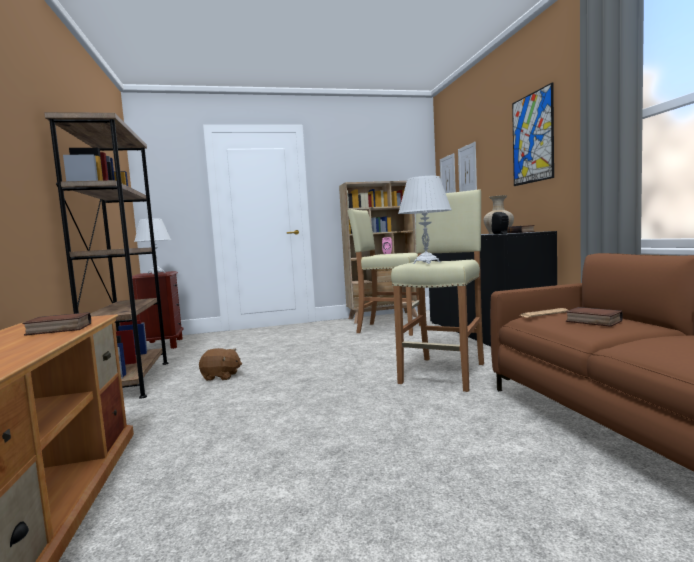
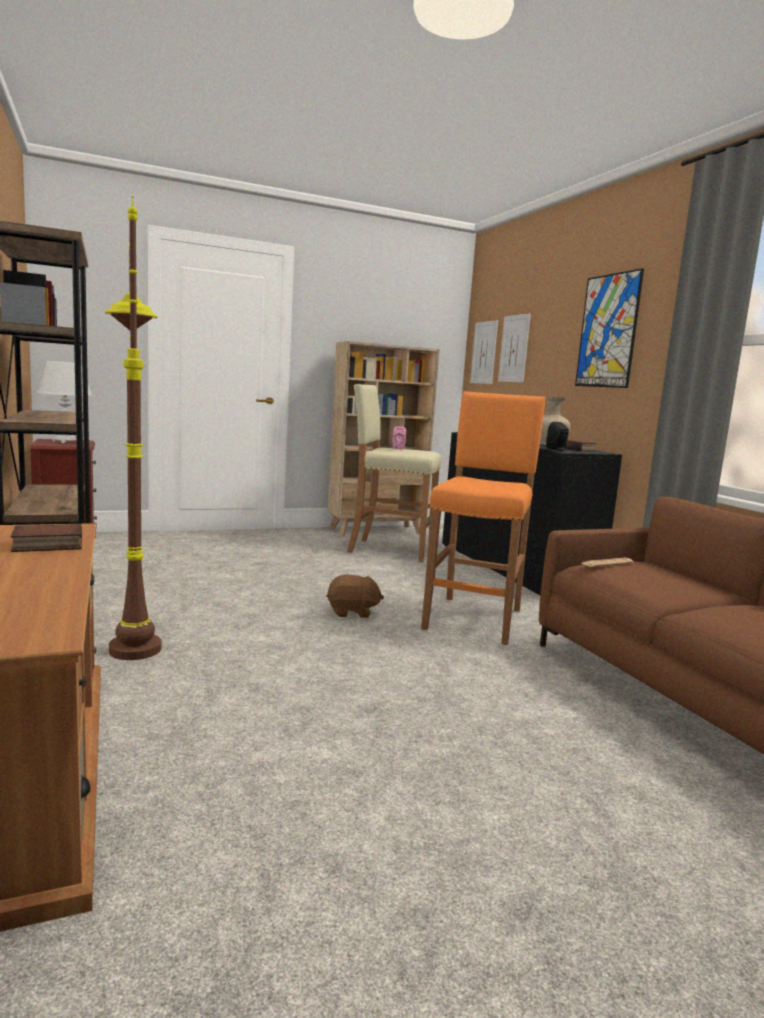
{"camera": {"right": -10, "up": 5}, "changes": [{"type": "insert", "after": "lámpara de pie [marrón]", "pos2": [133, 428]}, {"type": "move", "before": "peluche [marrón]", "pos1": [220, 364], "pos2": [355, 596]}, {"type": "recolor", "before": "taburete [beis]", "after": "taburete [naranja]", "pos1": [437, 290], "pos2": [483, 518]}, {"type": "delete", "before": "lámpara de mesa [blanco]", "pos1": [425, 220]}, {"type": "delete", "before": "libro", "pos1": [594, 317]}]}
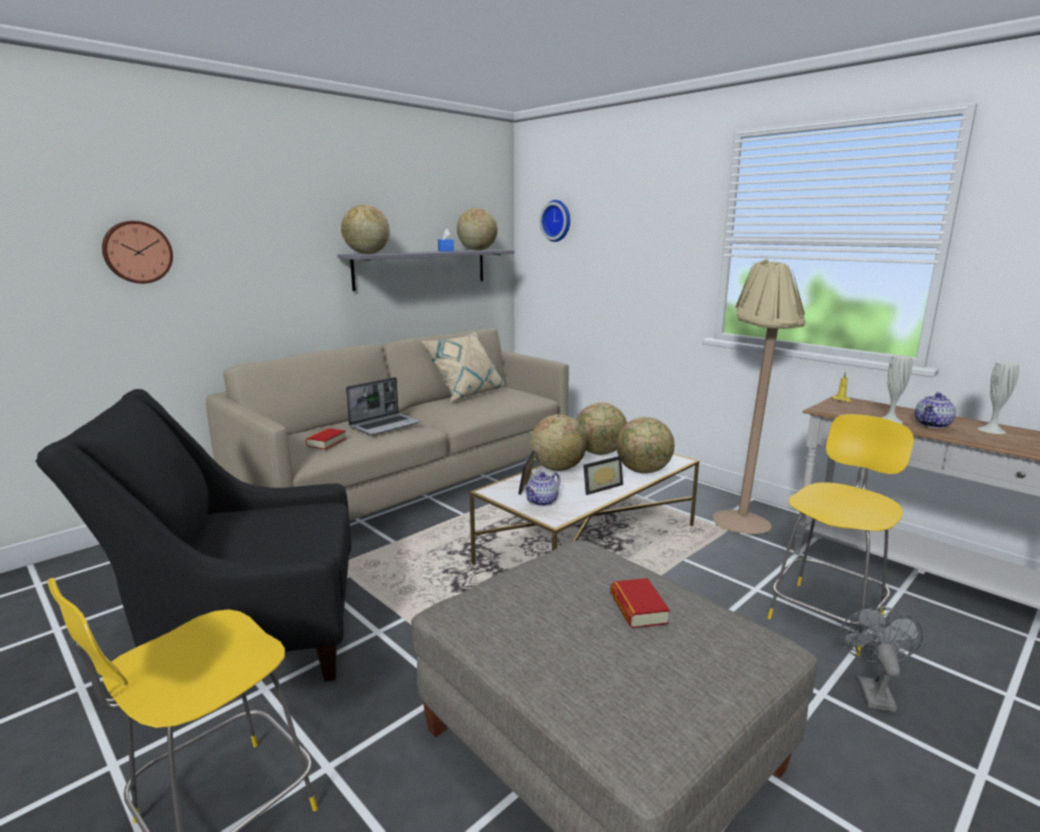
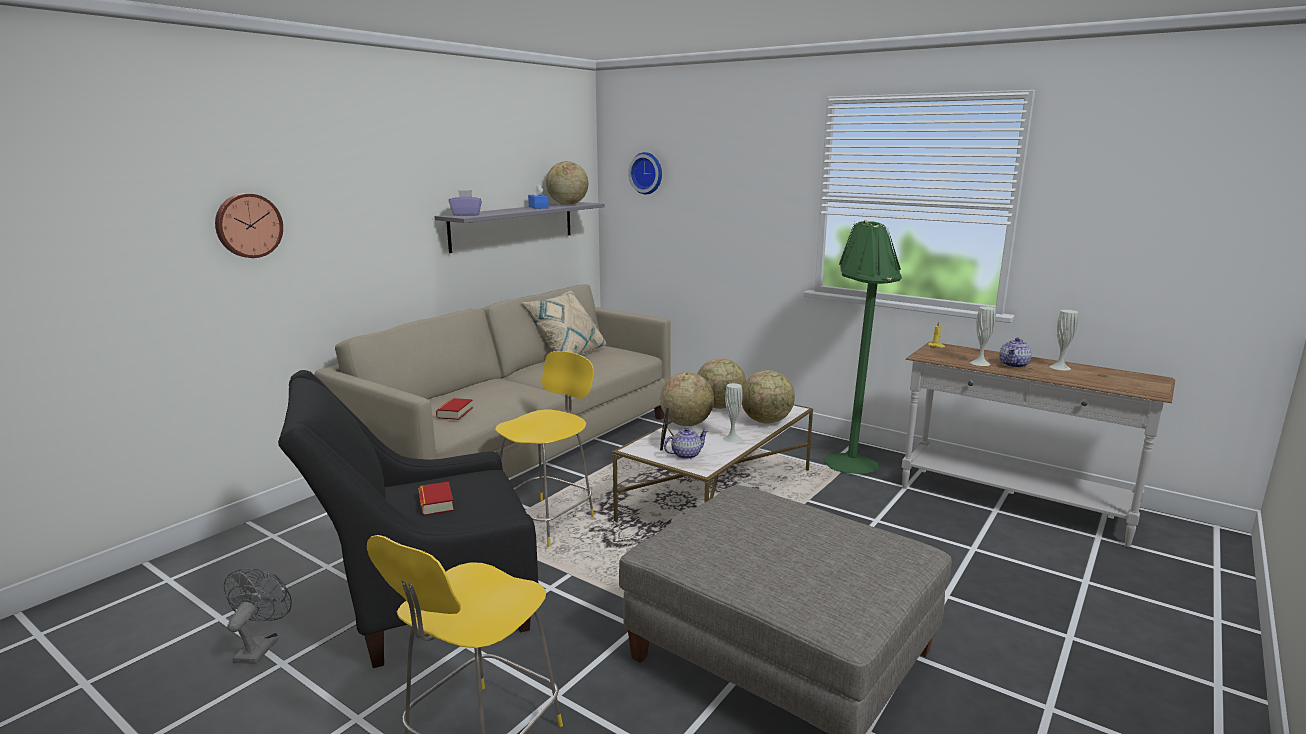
{"camera": {"right": -10, "up": 0}, "changes": [{"type": "move", "before": "ventilador [gris]", "pos1": [881, 659], "pos2": [258, 616]}, {"type": "move", "before": "libro", "pos1": [640, 603], "pos2": [436, 499]}, {"type": "replace", "before": "globo terráqueo", "after": "caja de pañuelos [morado]", "pos1": [365, 229], "pos2": [465, 203]}, {"type": "move", "before": "taburete [amarillo]", "pos1": [840, 534], "pos2": [544, 449]}, {"type": "rotate", "before": "tetera", "pos1": [542, 489], "pos2": [686, 443], "turn": -150}, {"type": "replace", "before": "portarretratos", "after": "florero [blanco]", "pos1": [603, 475], "pos2": [733, 412]}, {"type": "recolor", "before": "lámpara de pie [beis]", "after": "lámpara de pie [verde]", "pos1": [759, 396], "pos2": [863, 347]}, {"type": "delete", "before": "portátil", "pos1": [383, 406]}]}
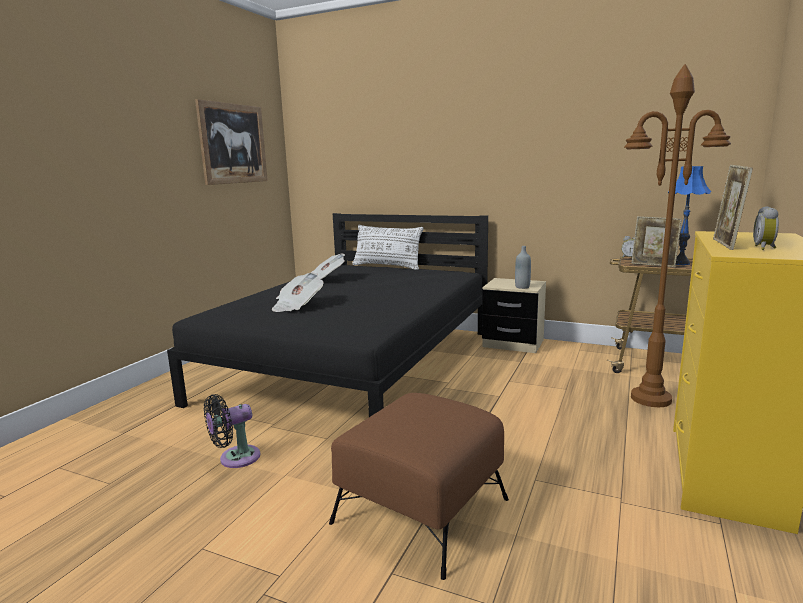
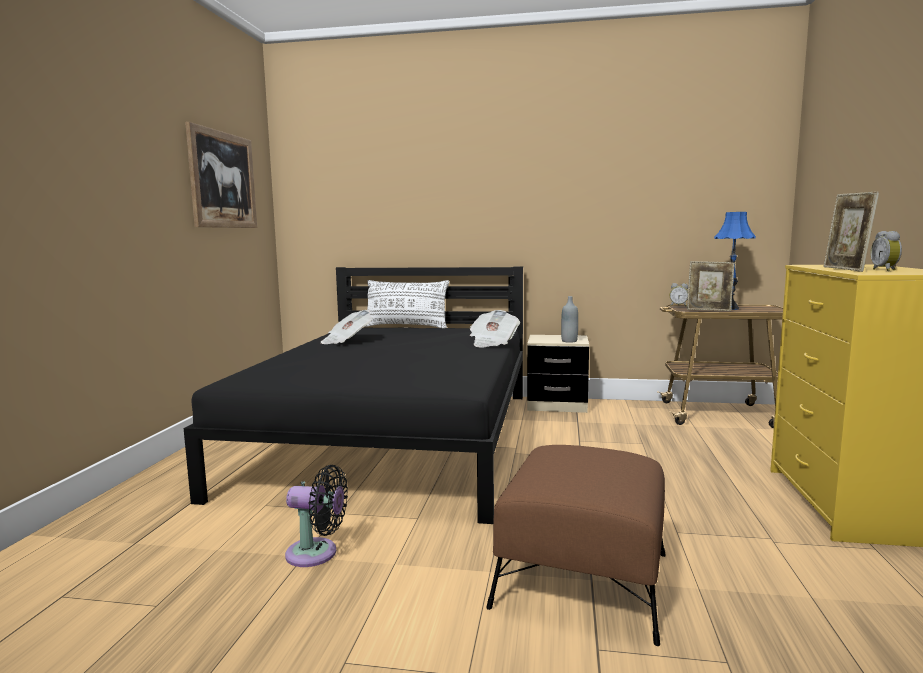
{"camera": {"right": -15, "up": -5}, "changes": [{"type": "rotate", "before": "ventilador [negro]", "pos1": [232, 431], "pos2": [316, 516], "turn": -120}, {"type": "move", "before": "periódico", "pos1": [297, 292], "pos2": [495, 329]}, {"type": "delete", "before": "lámpara de pie [marrón]", "pos1": [677, 235]}]}
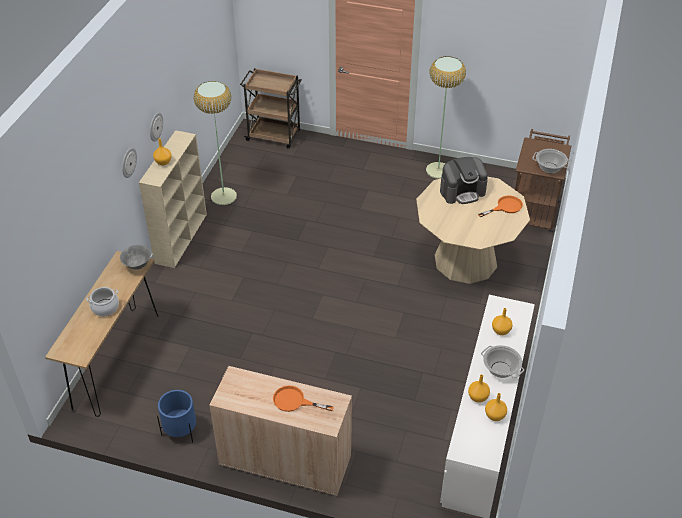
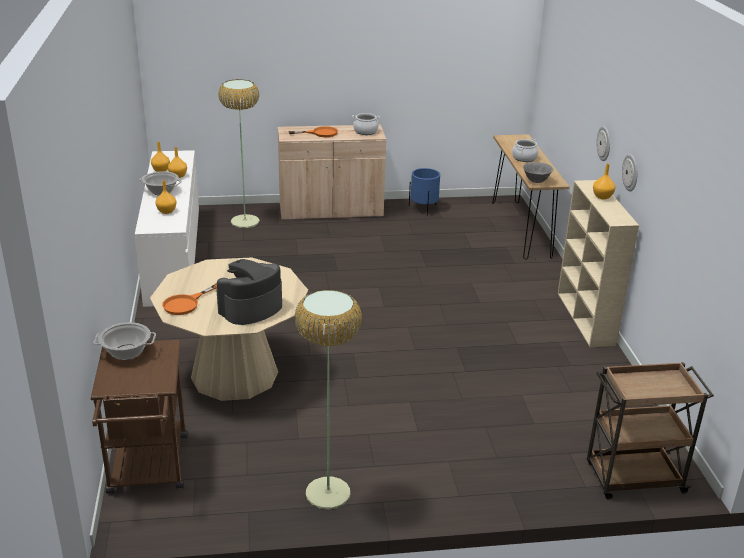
{"camera": {"right": 155, "up": -15}, "changes": [{"type": "move", "before": "lámpara de pie", "pos1": [215, 143], "pos2": [239, 153]}, {"type": "insert", "after": "olla", "pos2": [366, 124]}]}
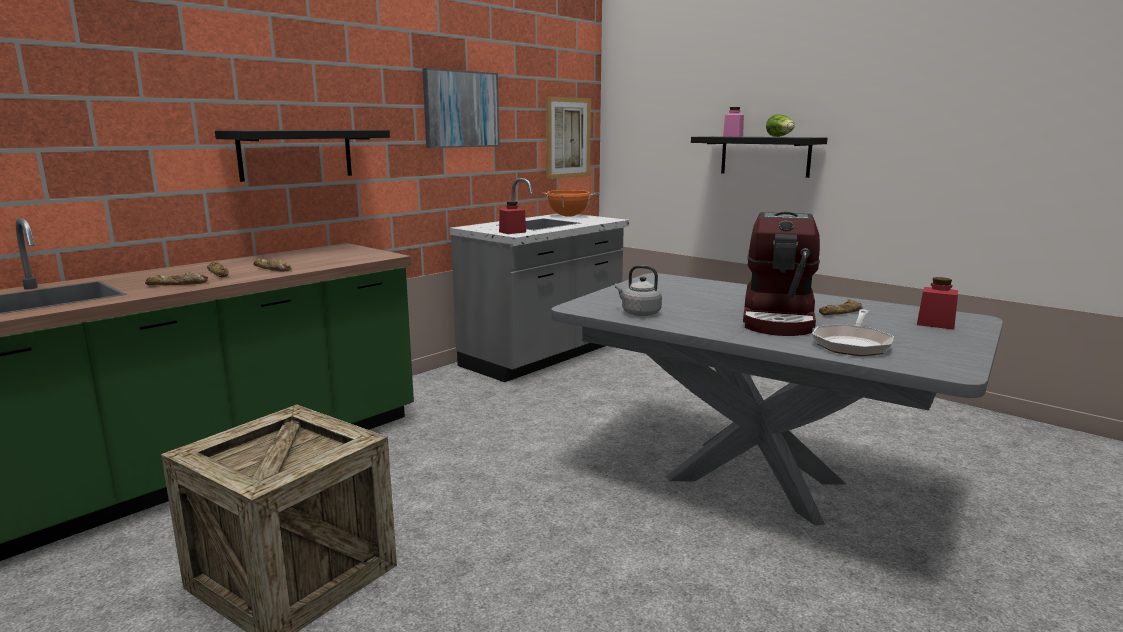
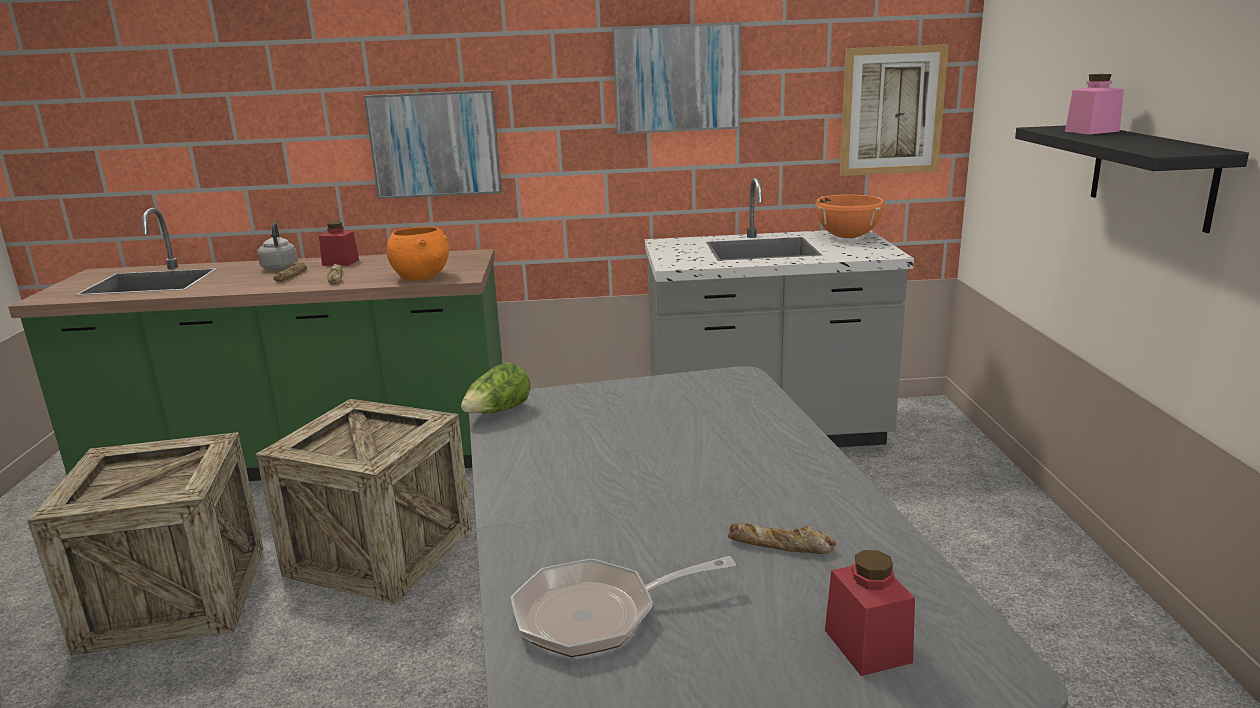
{"camera": {"right": 45, "up": 5}, "changes": [{"type": "insert", "after": "caja de embalaje", "pos2": [364, 501]}, {"type": "move", "before": "hervidor [gris]", "pos1": [638, 290], "pos2": [277, 246]}, {"type": "move", "before": "tarro [rojo]", "pos1": [512, 217], "pos2": [339, 244]}, {"type": "replace", "before": "estante [negro]", "after": "cuadro", "pos1": [302, 156], "pos2": [433, 144]}, {"type": "insert", "after": "cuenco [naranja]", "pos2": [417, 254]}, {"type": "move", "before": "lechuga", "pos1": [780, 125], "pos2": [496, 387]}, {"type": "delete", "before": "pan", "pos1": [176, 278]}, {"type": "delete", "before": "cafetera", "pos1": [781, 274]}]}
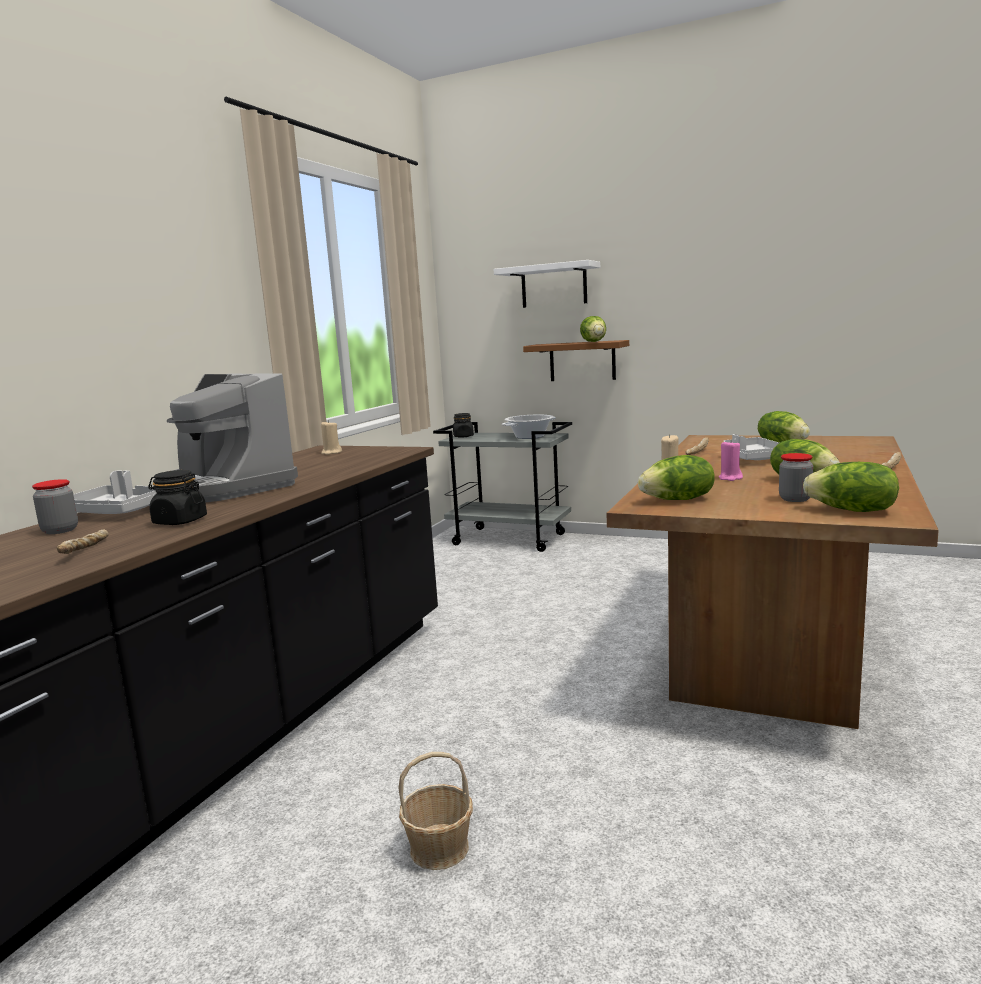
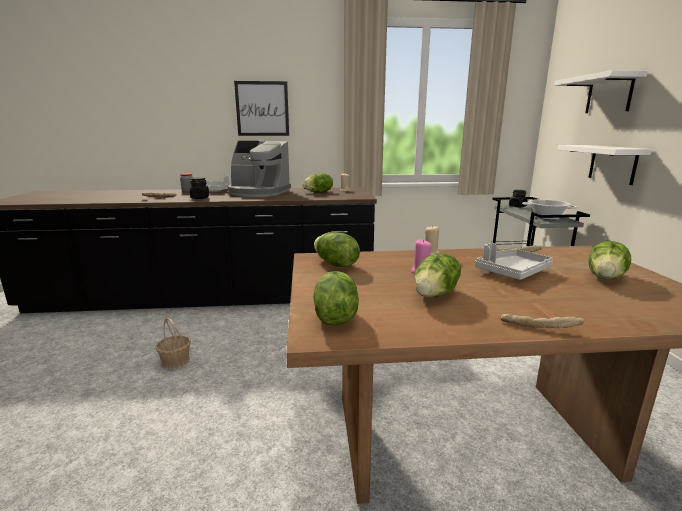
{"camera": {"right": 60, "up": 5}, "changes": [{"type": "rotate", "before": "cafetera", "pos1": [225, 438], "pos2": [259, 169], "turn": -90}, {"type": "insert", "after": "cuadro", "pos2": [261, 108]}, {"type": "move", "before": "lechuga", "pos1": [593, 329], "pos2": [317, 182]}, {"type": "recolor", "before": "estante [marrón]", "after": "estante [blanco]", "pos1": [576, 360], "pos2": [604, 165]}, {"type": "delete", "before": "tarro", "pos1": [796, 477]}]}
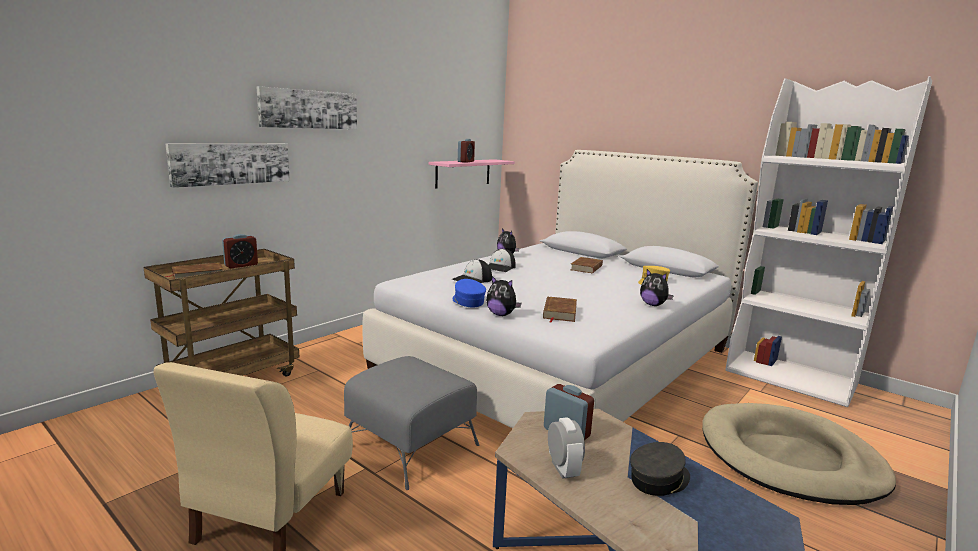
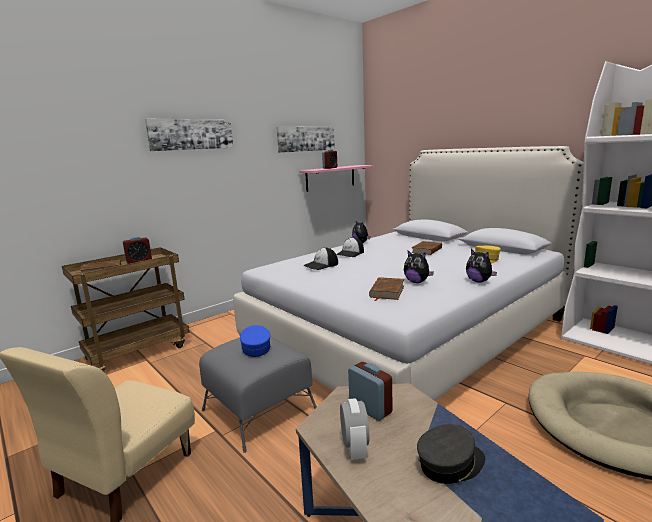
{"camera": {"right": 10, "up": 0}, "changes": [{"type": "move", "before": "gorra [azul]", "pos1": [469, 293], "pos2": [255, 341]}, {"type": "move", "before": "cuadro", "pos1": [227, 165], "pos2": [306, 139]}, {"type": "move", "before": "peluche", "pos1": [504, 296], "pos2": [419, 267]}]}
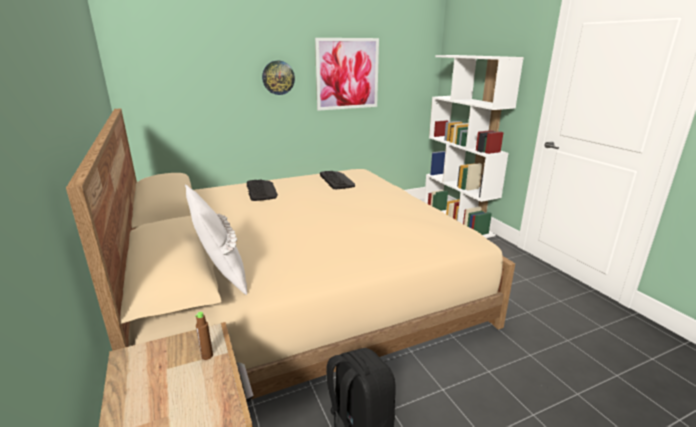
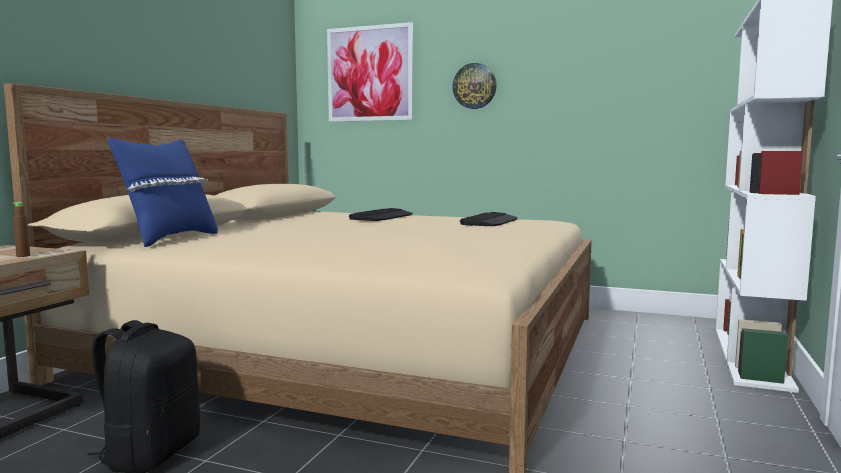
{"camera": {"right": 45, "up": -15}, "changes": [{"type": "recolor", "before": "cojín [blanco]", "after": "cojín [azul]", "pos1": [216, 240], "pos2": [163, 192]}, {"type": "move", "before": "cuadro", "pos1": [347, 74], "pos2": [370, 72]}]}
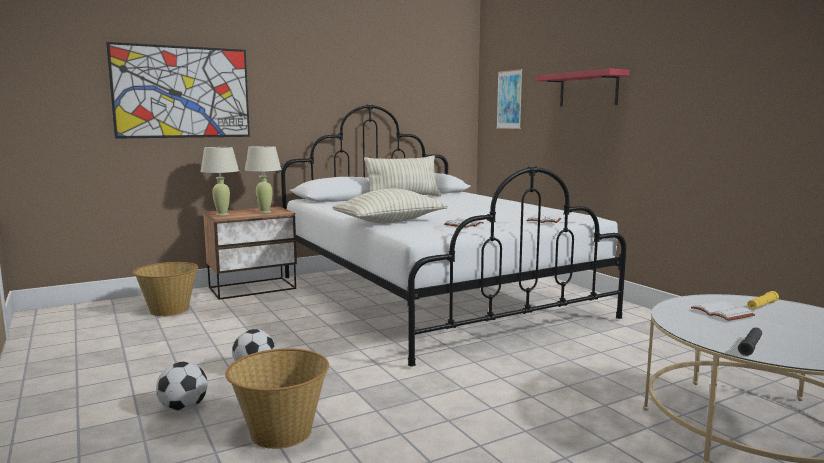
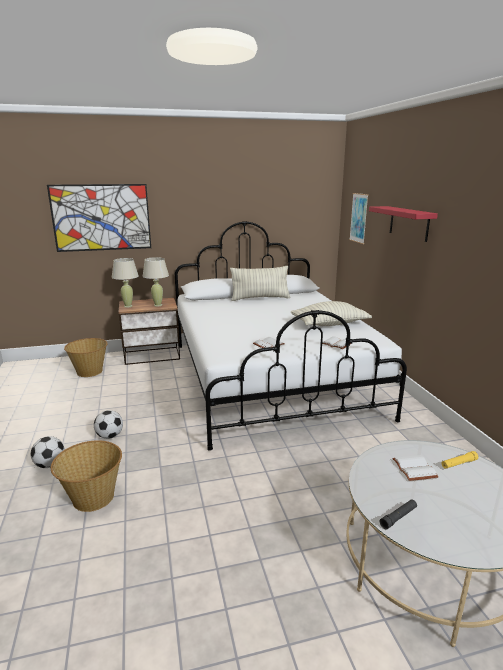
{"camera": {"right": 15, "up": 10}, "changes": [{"type": "move", "before": "cojín", "pos1": [390, 206], "pos2": [331, 313]}]}
